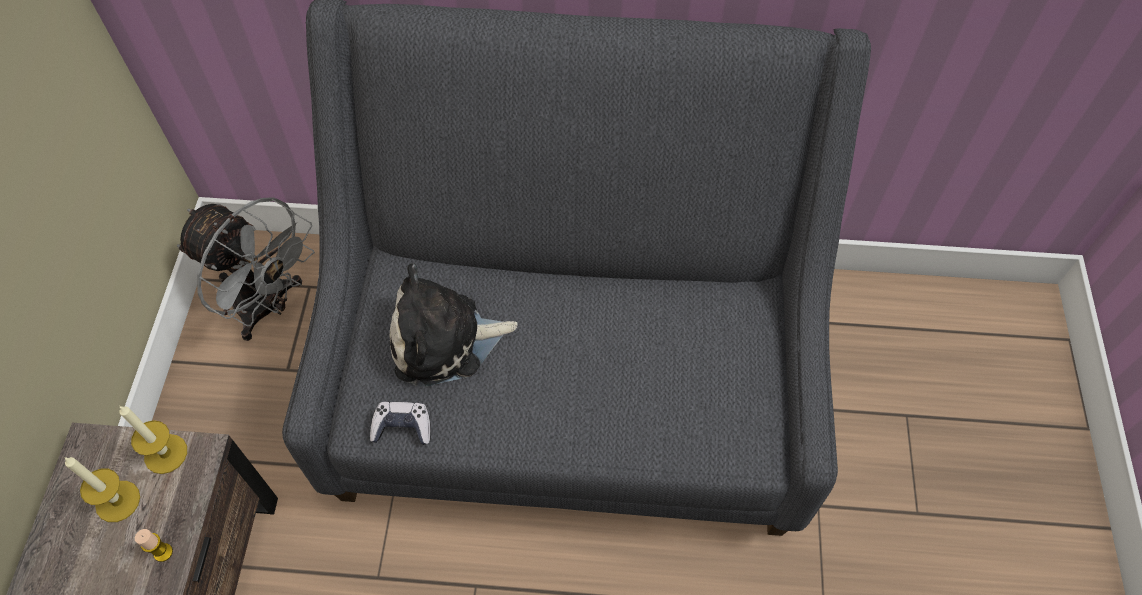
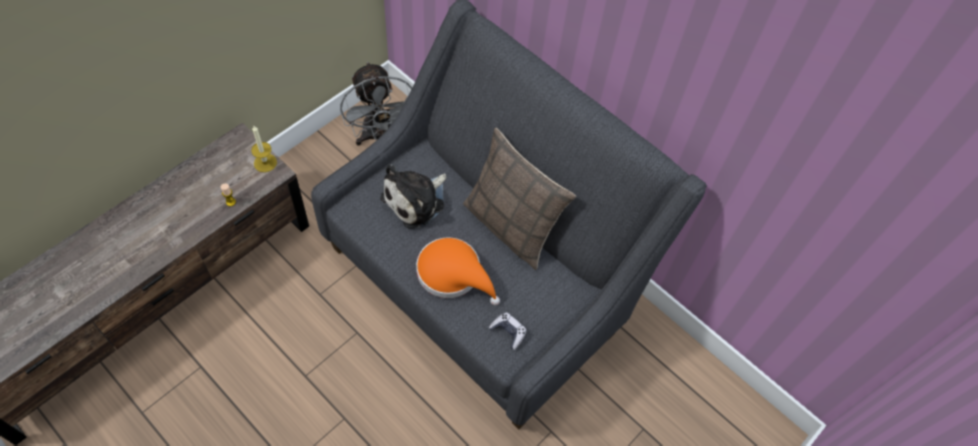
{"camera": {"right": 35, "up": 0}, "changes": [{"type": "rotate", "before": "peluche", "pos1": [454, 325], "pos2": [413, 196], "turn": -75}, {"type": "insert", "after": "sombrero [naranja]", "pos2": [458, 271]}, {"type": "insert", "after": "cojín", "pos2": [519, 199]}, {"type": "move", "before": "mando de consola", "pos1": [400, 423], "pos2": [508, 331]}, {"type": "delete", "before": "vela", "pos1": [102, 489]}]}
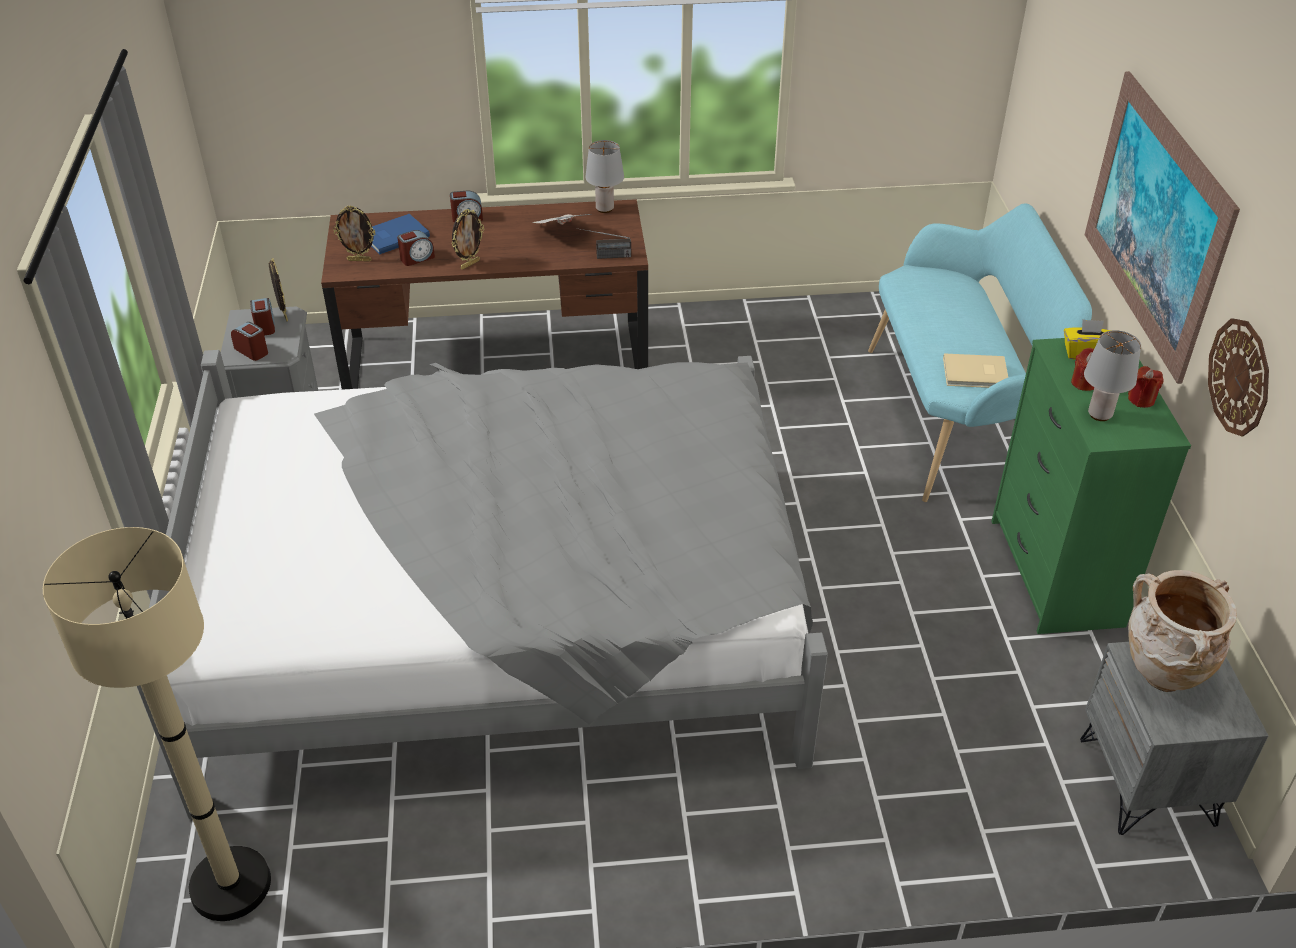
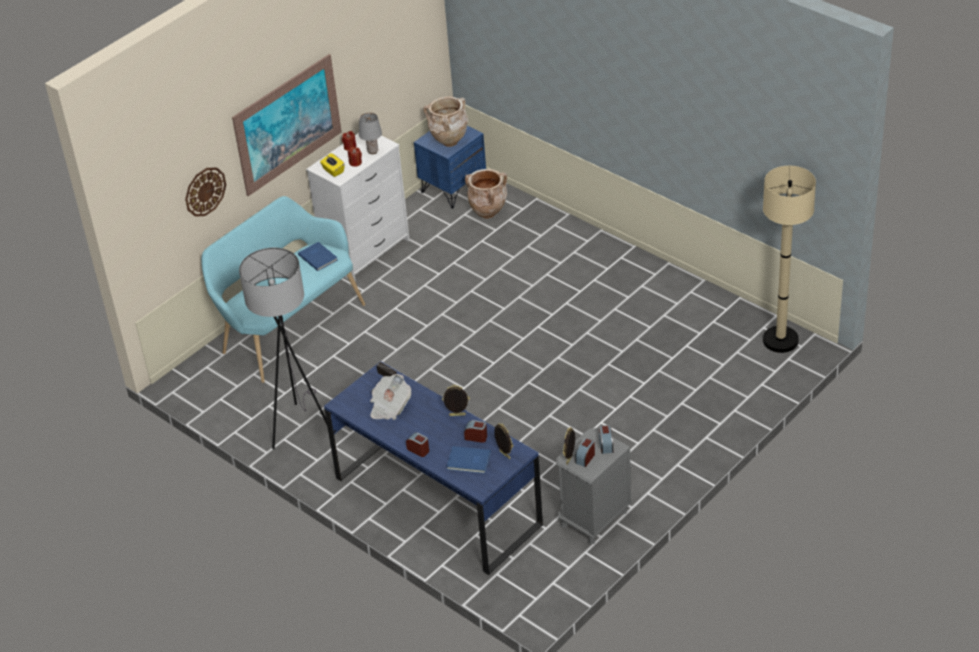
{"camera": {"right": -130, "up": 0}, "changes": [{"type": "move", "before": "reloj de pared", "pos1": [1238, 377], "pos2": [205, 192]}, {"type": "insert", "after": "lámpara de pie [gris]", "pos2": [283, 348]}, {"type": "recolor", "before": "libro [beis]", "after": "libro [azul]", "pos1": [975, 370], "pos2": [318, 256]}, {"type": "recolor", "before": "cómoda [verde]", "after": "cómoda [blanco]", "pos1": [1091, 486], "pos2": [358, 207]}, {"type": "recolor", "before": "escritorio [marrón]", "after": "escritorio [azul]", "pos1": [484, 294], "pos2": [433, 468]}, {"type": "recolor", "before": "mesita de noche [gris]", "after": "mesita de noche [azul]", "pos1": [1174, 738], "pos2": [450, 167]}, {"type": "insert", "after": "florero [beis]", "pos2": [486, 194]}, {"type": "delete", "before": "cama [gris]", "pos1": [482, 584]}, {"type": "delete", "before": "lámpara de mesa [gris]", "pos1": [605, 176]}]}
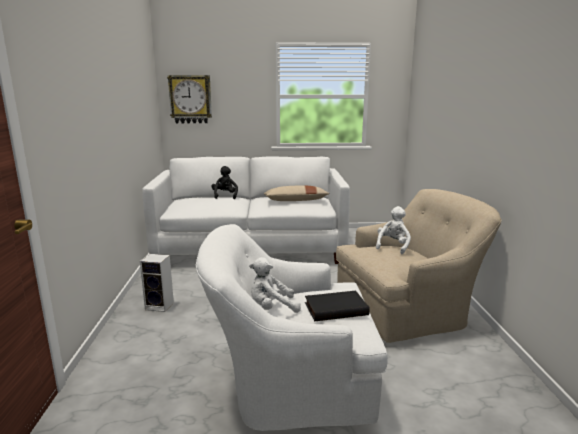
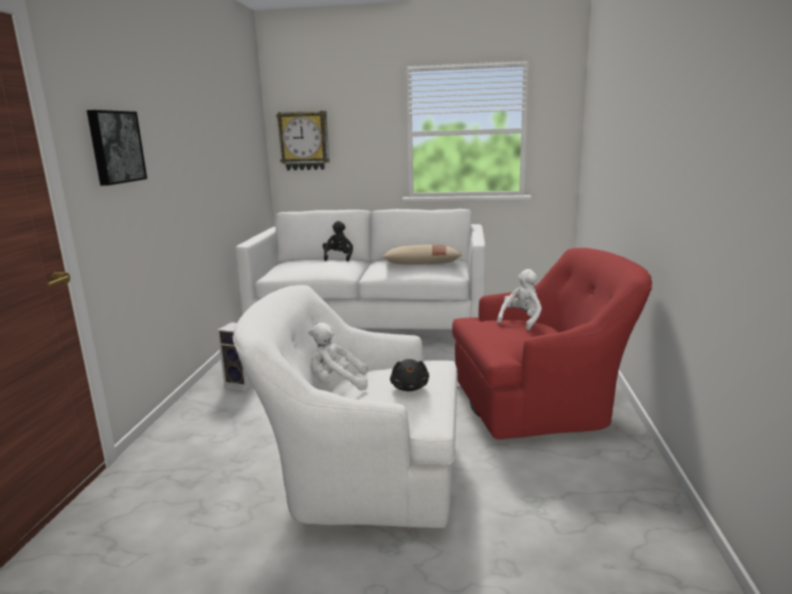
{"camera": {"right": 10, "up": 0}, "changes": [{"type": "insert", "after": "cuadro", "pos2": [117, 148]}, {"type": "replace", "before": "libro [negro]", "after": "peluche [negro]", "pos1": [337, 306], "pos2": [409, 375]}, {"type": "recolor", "before": "sillón [beis]", "after": "sillón [rojo]", "pos1": [419, 266], "pos2": [552, 343]}]}
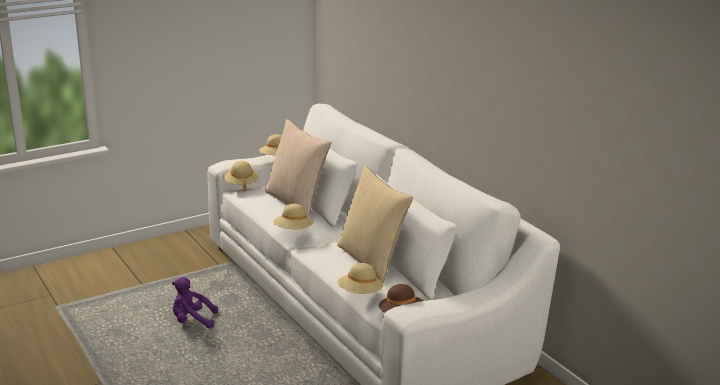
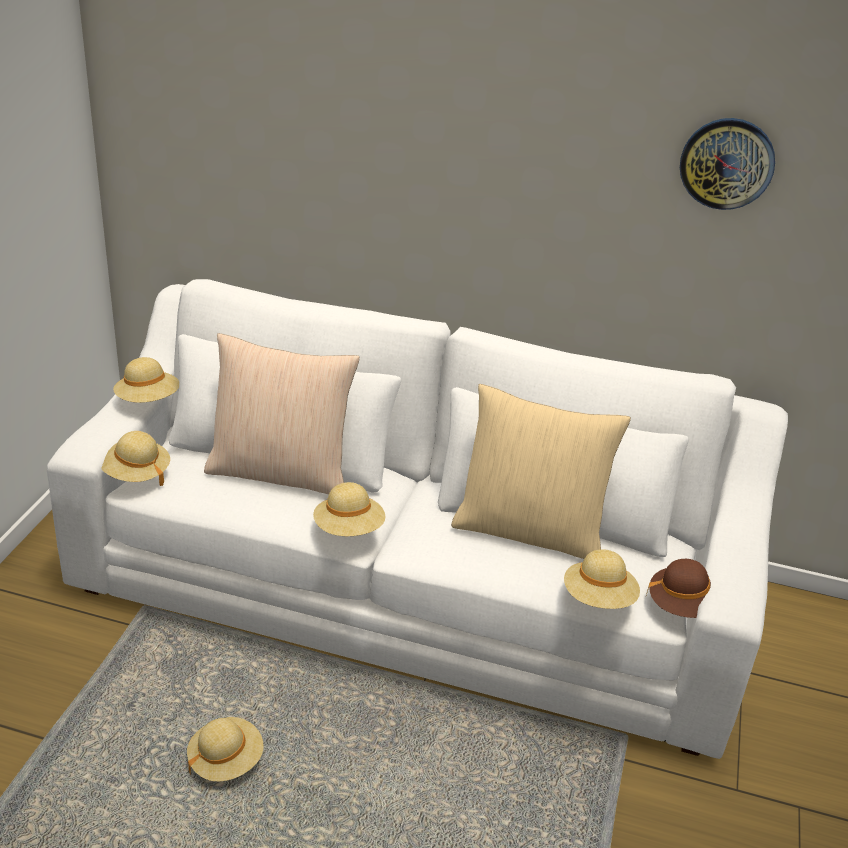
{"camera": {"right": -45, "up": 10}, "changes": [{"type": "replace", "before": "peluche [morado]", "after": "sombrero [beis]", "pos1": [195, 302], "pos2": [225, 749]}, {"type": "insert", "after": "reloj de pared", "pos2": [727, 164]}]}
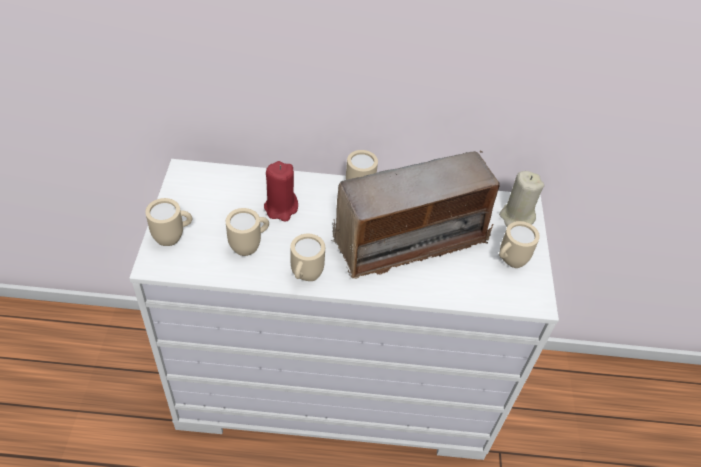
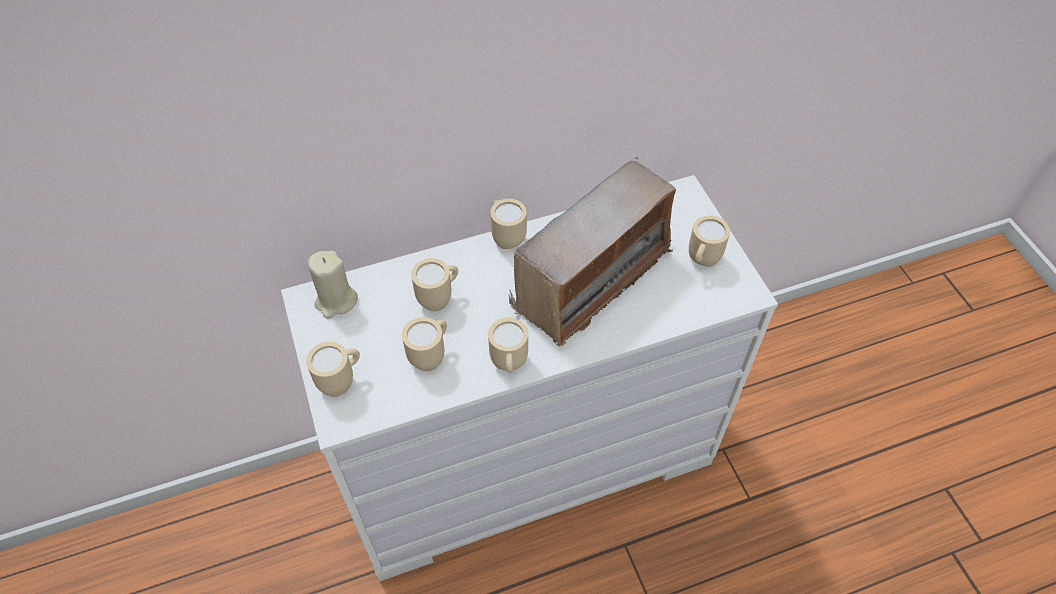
{"camera": {"right": -20, "up": 5}, "changes": [{"type": "move", "before": "vela [beis]", "pos1": [521, 199], "pos2": [333, 285]}, {"type": "replace", "before": "vela [rojo]", "after": "taza grande [beis]", "pos1": [281, 191], "pos2": [434, 284]}]}
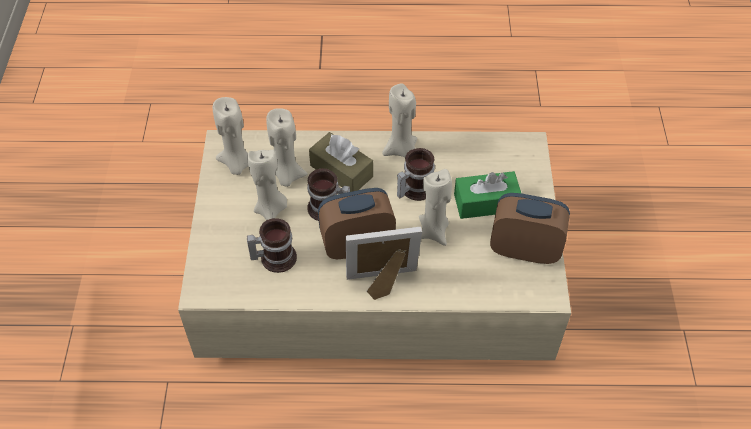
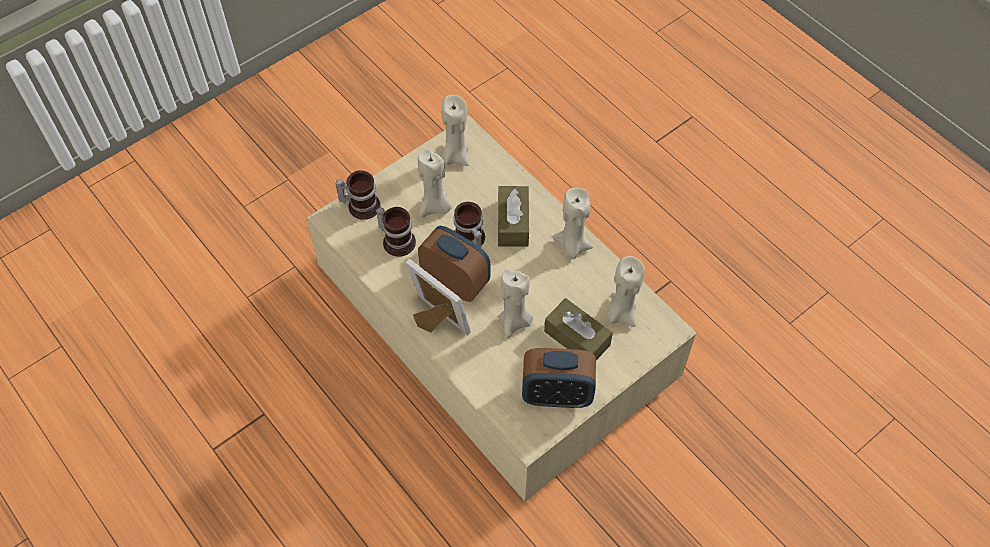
{"camera": {"right": 50, "up": 5}, "changes": [{"type": "move", "before": "taza grande", "pos1": [416, 174], "pos2": [358, 195]}, {"type": "rotate", "before": "despertador", "pos1": [530, 228], "pos2": [559, 378], "turn": 120}, {"type": "recolor", "before": "caja de pañuelos [verde]", "after": "caja de pañuelos [marrón]", "pos1": [487, 195], "pos2": [578, 329]}, {"type": "move", "before": "vela [beis]", "pos1": [287, 147], "pos2": [626, 291]}]}
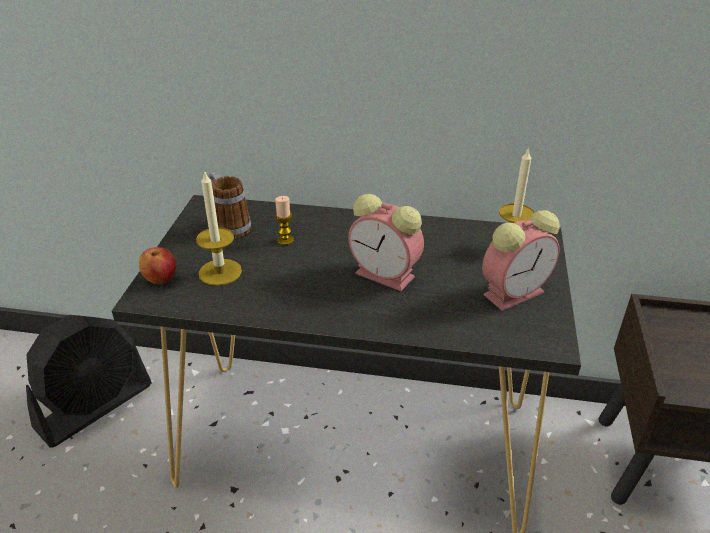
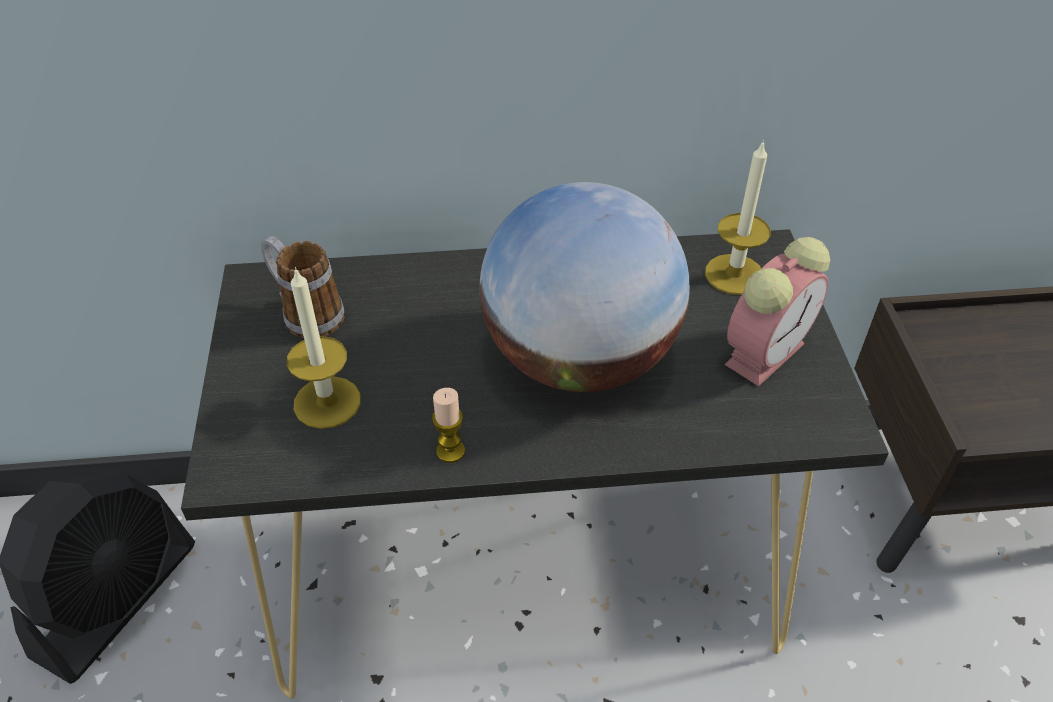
{"camera": {"right": -15, "up": 10}, "changes": [{"type": "move", "before": "vela", "pos1": [284, 220], "pos2": [448, 425]}, {"type": "replace", "before": "despertador", "after": "globo terráqueo", "pos1": [386, 242], "pos2": [585, 287]}, {"type": "delete", "before": "manzana", "pos1": [157, 265]}]}
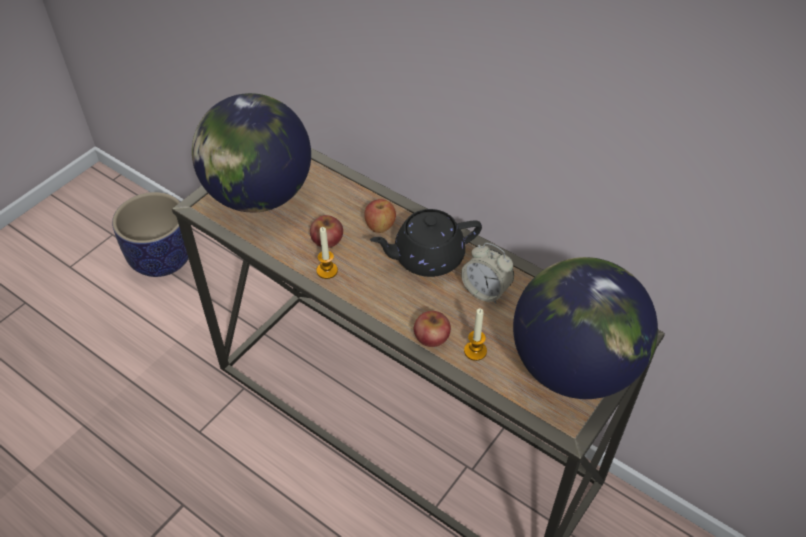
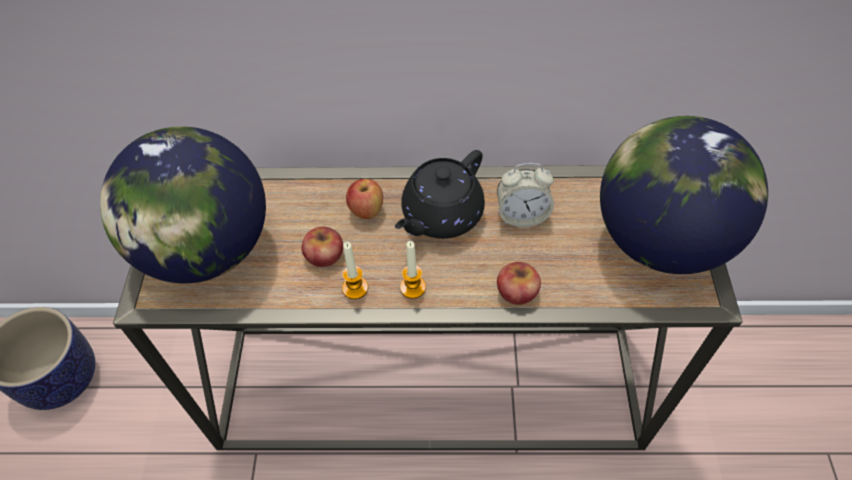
{"camera": {"right": -35, "up": 5}, "changes": [{"type": "move", "before": "vela", "pos1": [475, 334], "pos2": [413, 270]}]}
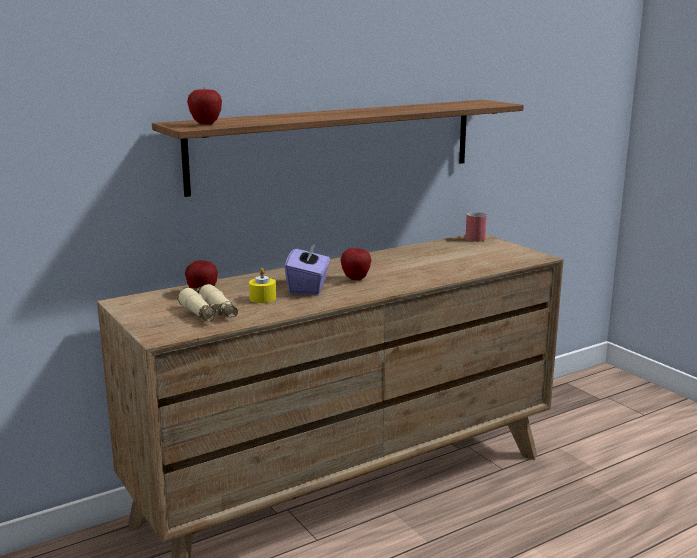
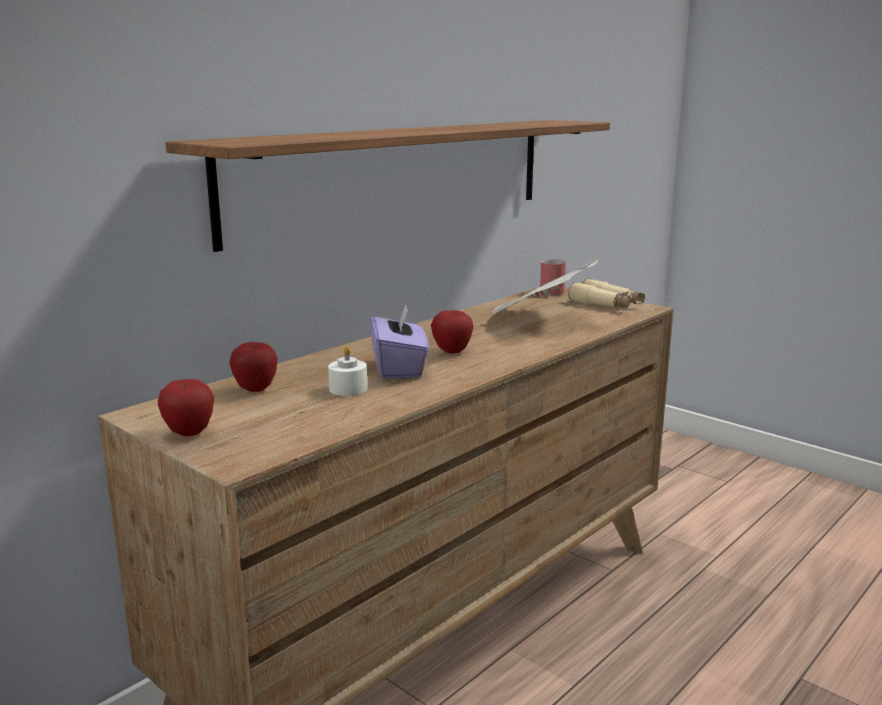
{"camera": {"right": -15, "up": 0}, "changes": [{"type": "move", "before": "manzana", "pos1": [204, 105], "pos2": [186, 407]}, {"type": "recolor", "before": "vela [amarillo]", "after": "vela [blanco]", "pos1": [262, 285], "pos2": [347, 371]}, {"type": "insert", "after": "periódico", "pos2": [543, 288]}, {"type": "move", "before": "prismáticos [beis]", "pos1": [208, 303], "pos2": [606, 293]}]}
